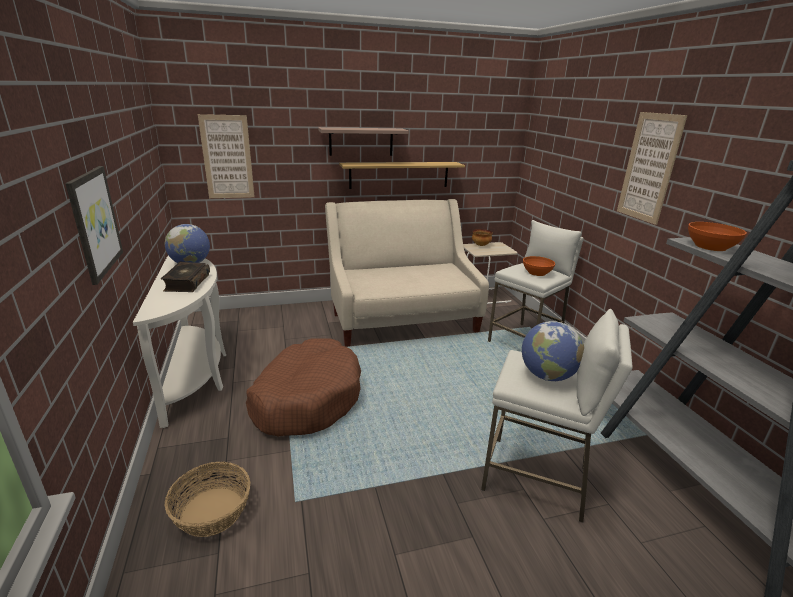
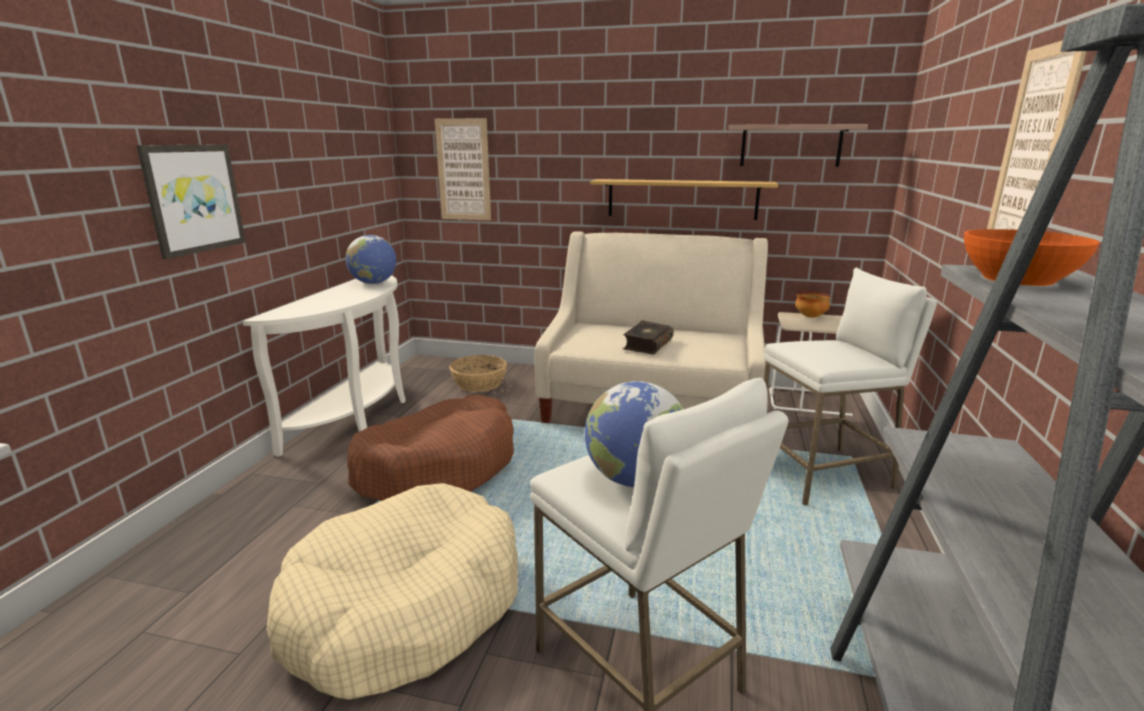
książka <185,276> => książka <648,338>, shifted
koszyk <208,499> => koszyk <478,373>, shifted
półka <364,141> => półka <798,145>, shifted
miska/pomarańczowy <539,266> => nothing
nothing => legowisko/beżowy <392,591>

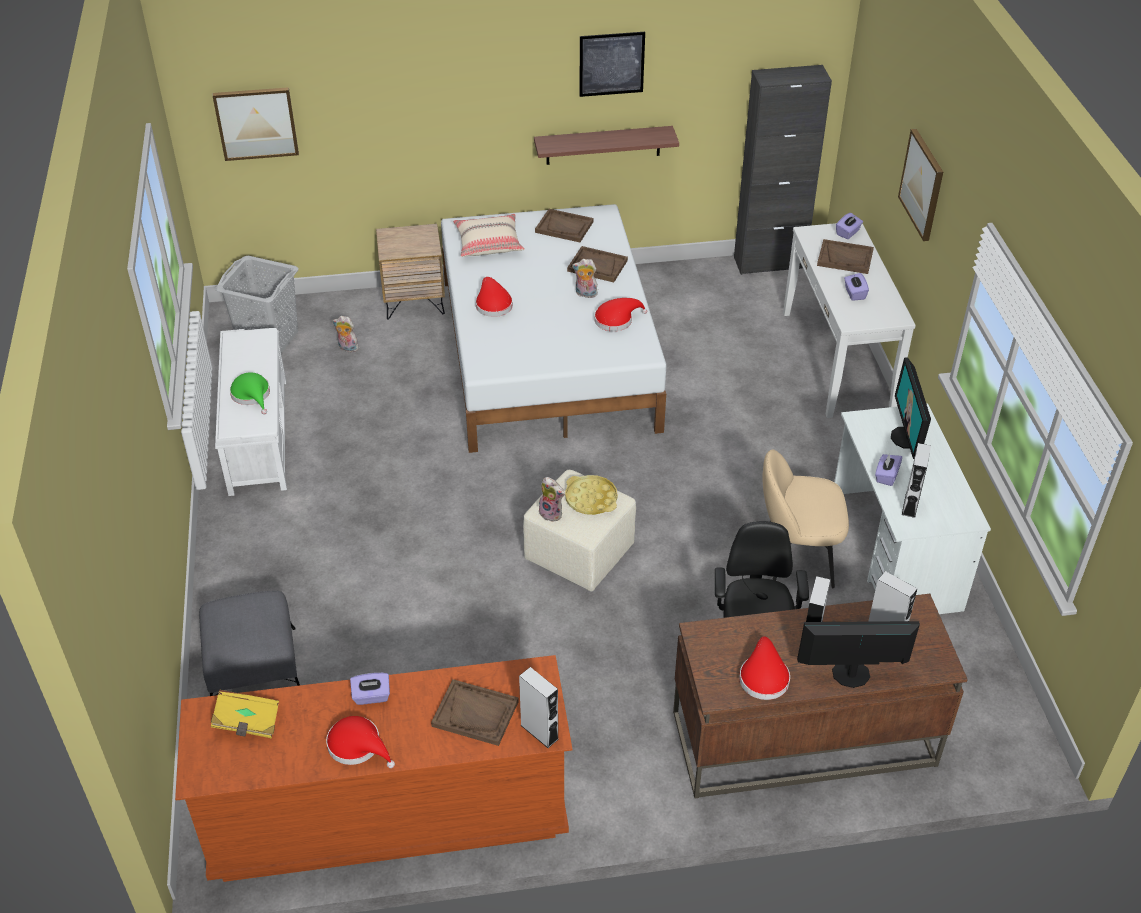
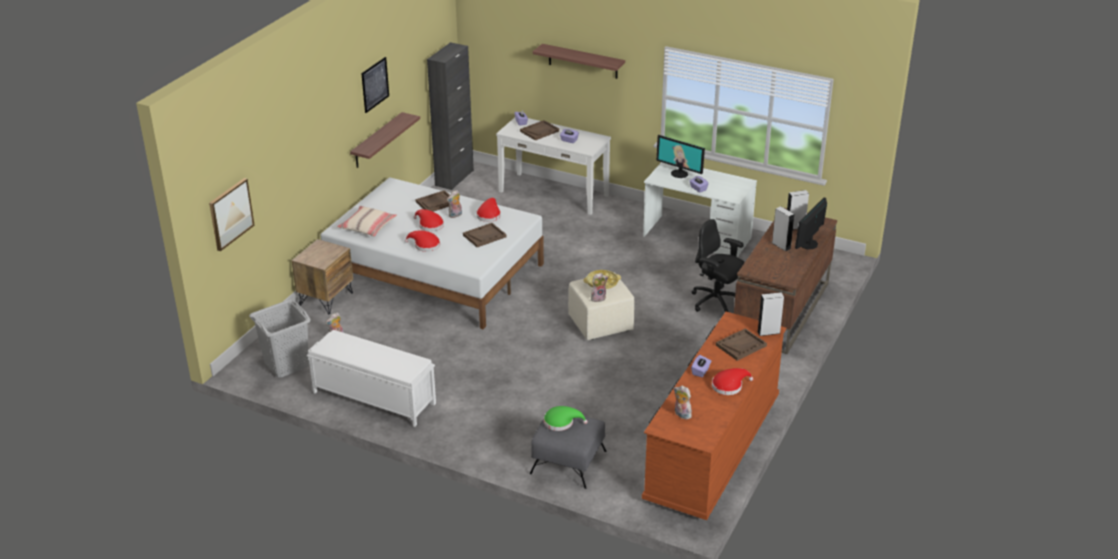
książka/żółty <245,713> => pluszak <683,402>
kapelusz/zielony <250,393> => kapelusz/zielony <565,418>, shifted
taca/brązowy <564,225> => taca/brązowy <484,235>, shifted
kapelusz/czerwony <764,668> => kapelusz/czerwony <428,220>, shifted
krzesło/beżowy <805,518> => nothing
obraz <920,185> => półka <579,61>
głośnik/szary <916,480> => nothing

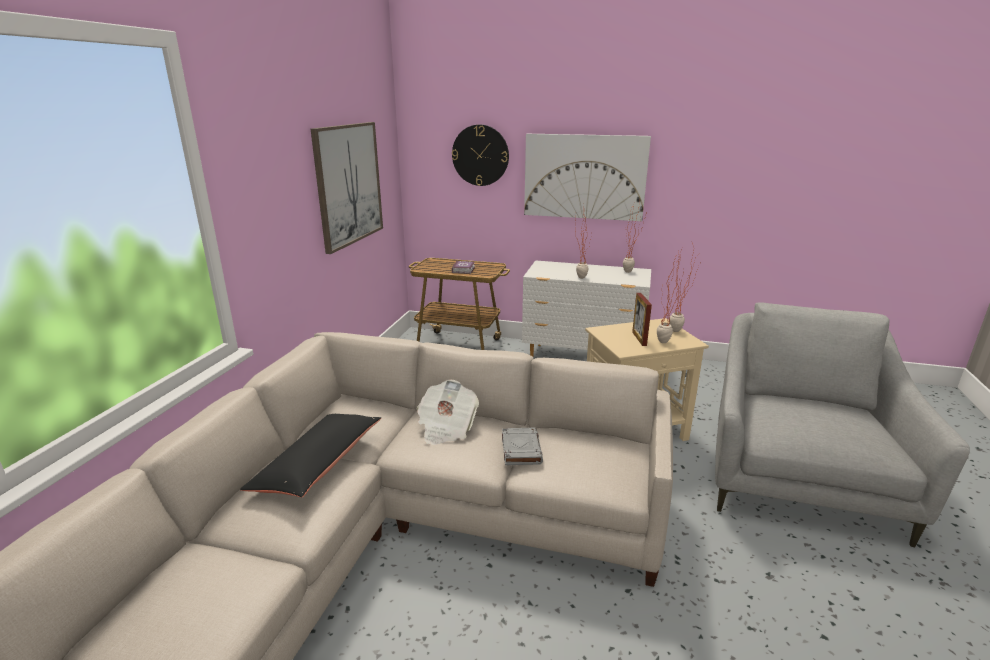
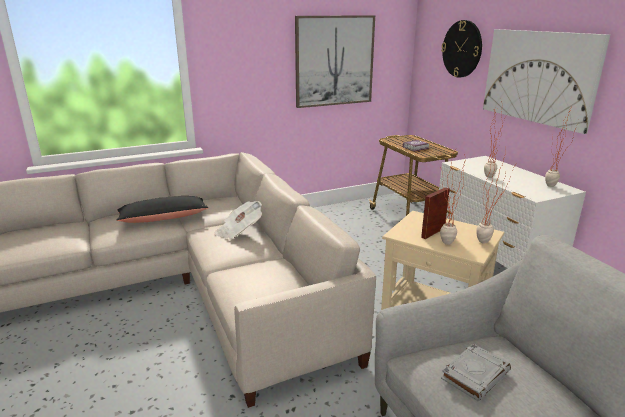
książka/szary <522,446> => książka/szary <476,372>, shifted

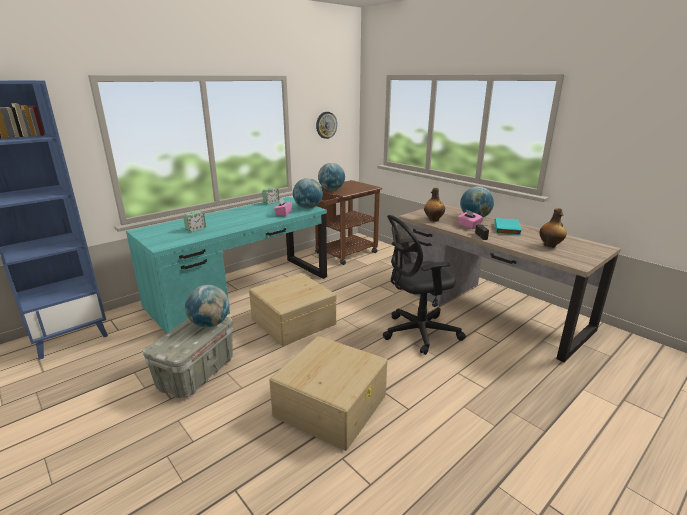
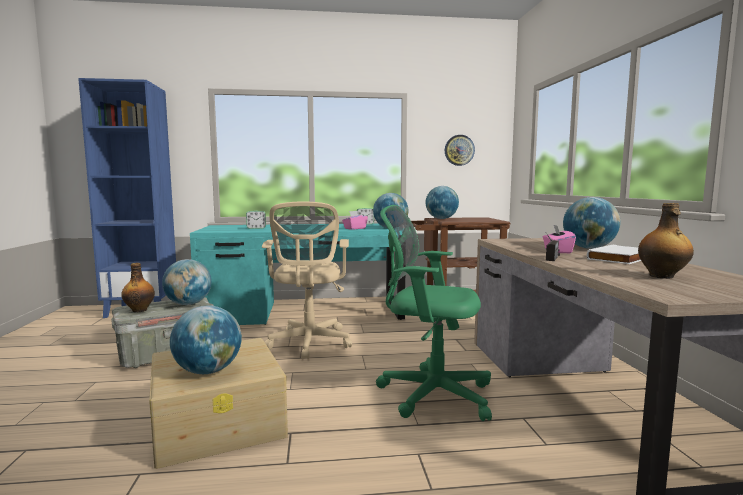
pojemnik do przechowywania/beżowy <293,309> => krzesło biurowe/beżowy <307,280>
krzesło biurowe/czarny <424,285> => krzesło biurowe/zielony <434,313>
butelka <434,205> => butelka <138,287>, shifted
książka/turkusowy <508,226> => książka/biały <614,254>
nothing => globus <206,339>

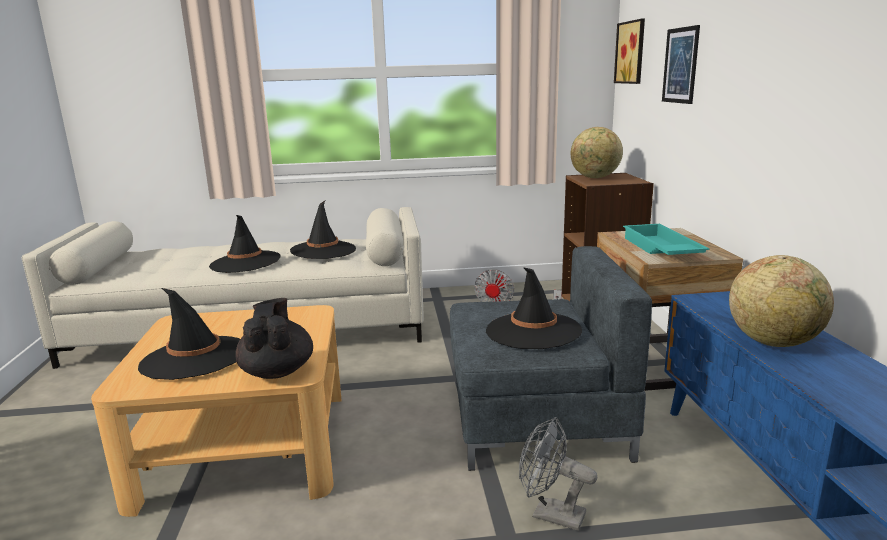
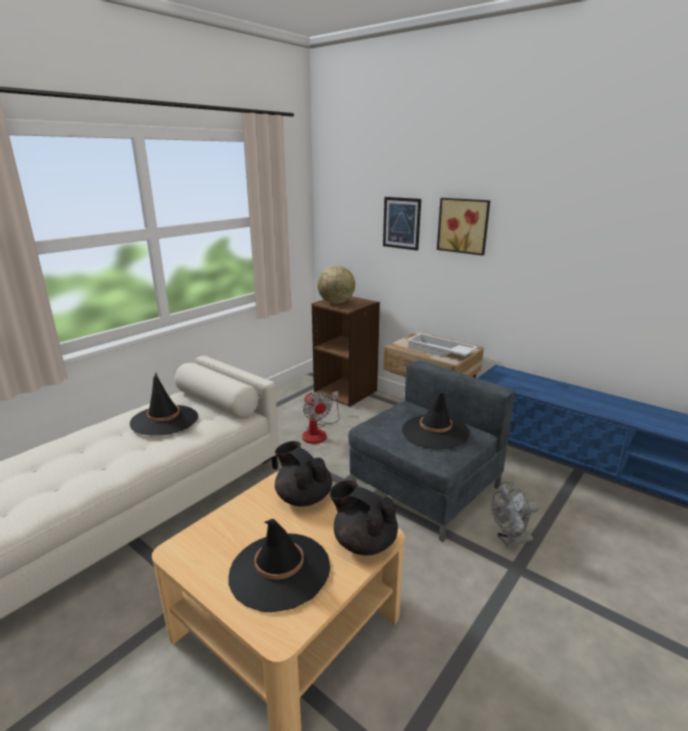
kapelusz/czarny <245,244> => nothing
obraz <629,51> => obraz <463,227>, shifted
taca/turkusowy <666,239> => taca/biały <442,345>
globus <781,301> => nothing
nothing => imbryk/czarny <303,474>

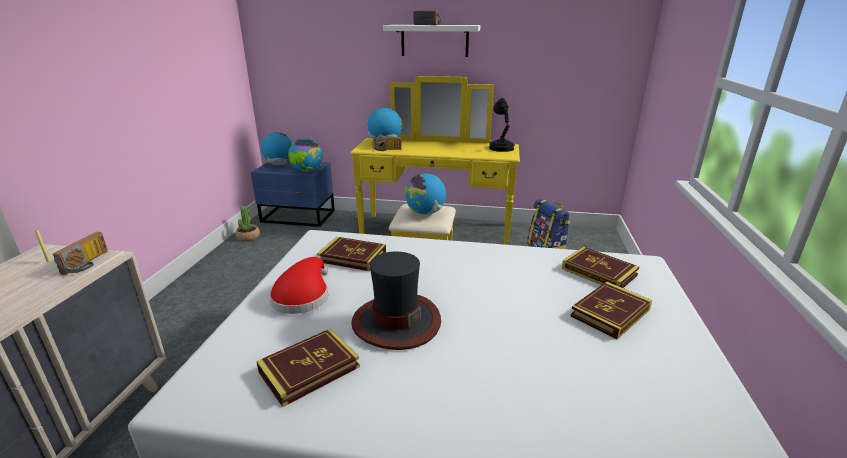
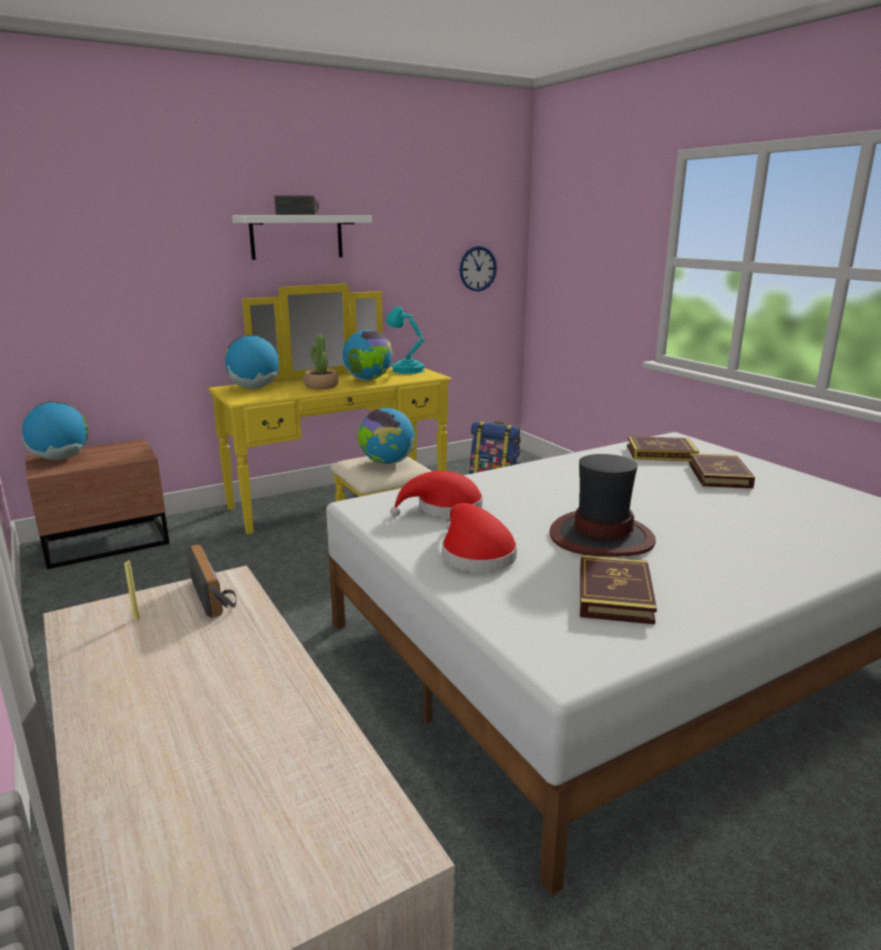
roślina doniczkowa <248,224> => roślina doniczkowa <321,362>, shifted
szafka nocna/niebieski <293,194> => szafka nocna/brązowy <97,504>
globus <305,155> => globus <368,355>, shifted
książka <351,254> => kapelusz/czerwony <436,494>
radio <387,144> => nothing
lampa stołowa/czarny <502,125> => lampa stołowa/turkusowy <405,340>
nothing => zegar ścienny <478,268>

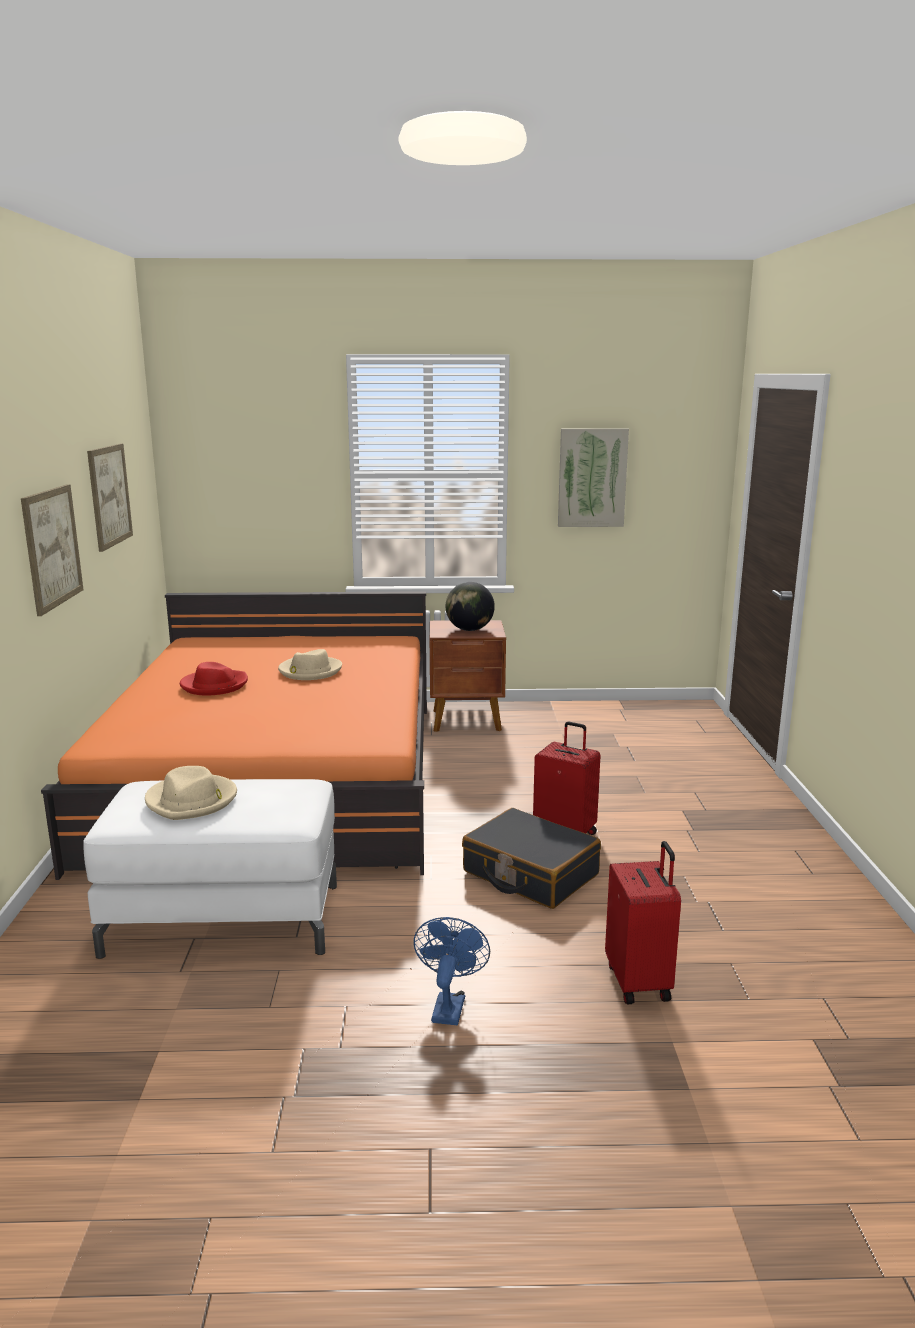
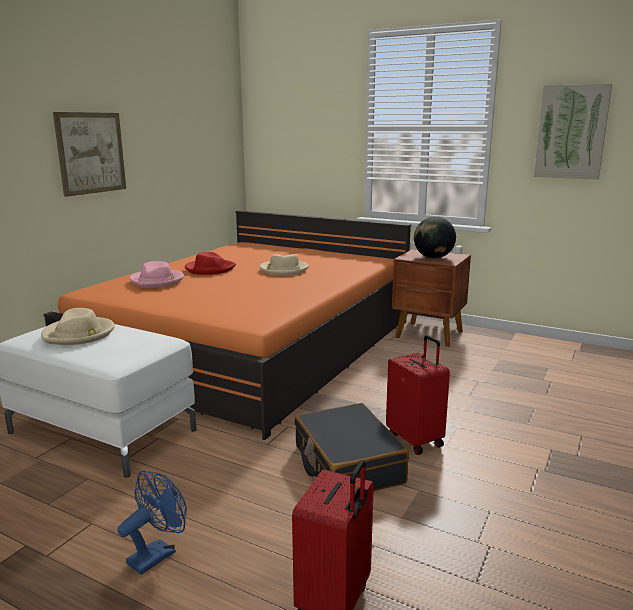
obraz <110,498> => nothing
nothing => kapelusz/różowy <157,274>

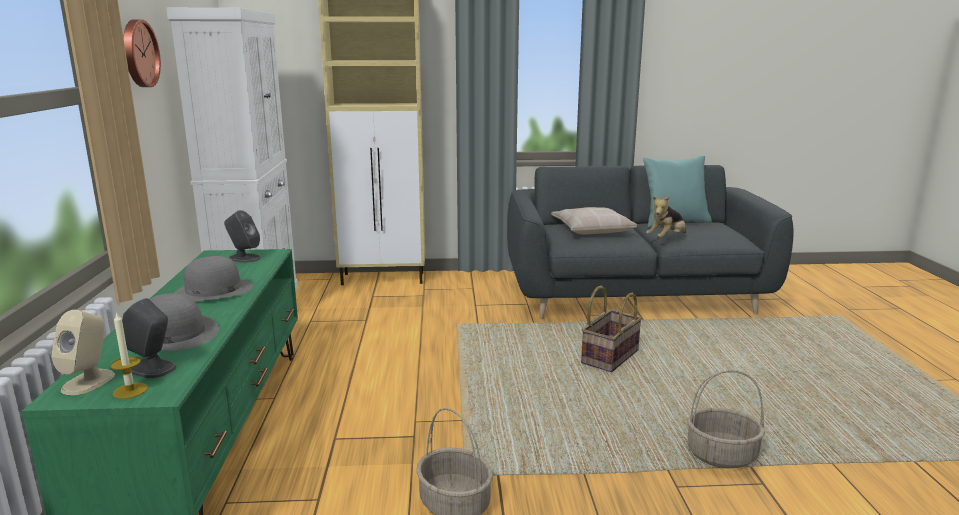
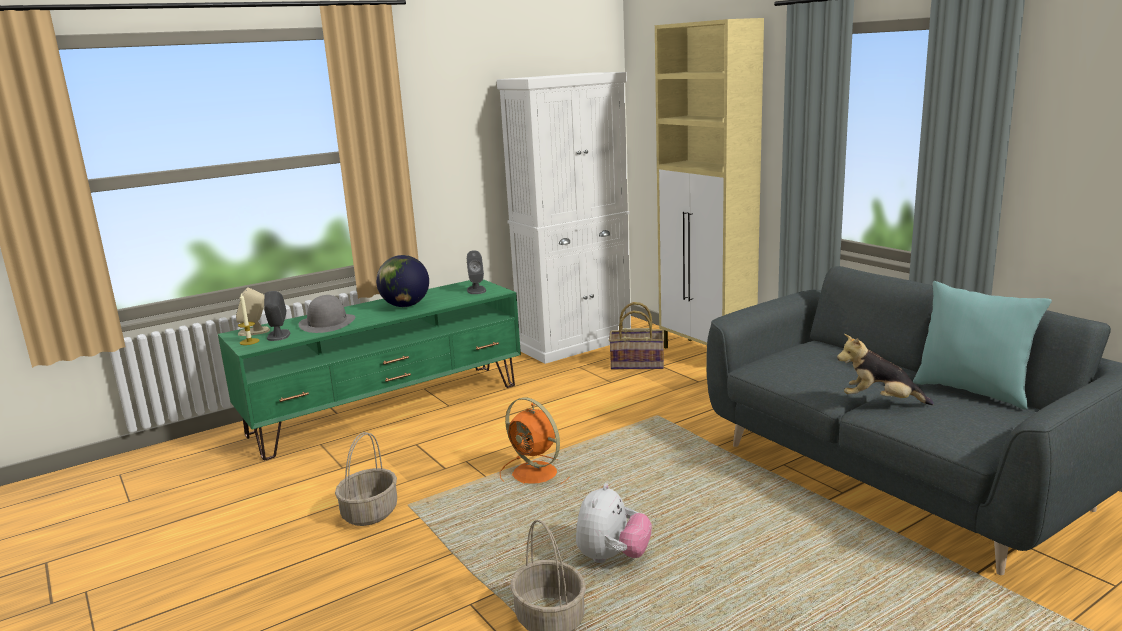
zegar ścienny <142,53> => nothing
kapelusz/szary <213,278> => globus <402,281>
poduszka/beżowy <594,220> => nothing
koszyk <611,328> => koszyk <636,335>, shifted
nothing => wentylator/pomarańczowy <534,440>
nothing => pluszak <614,523>

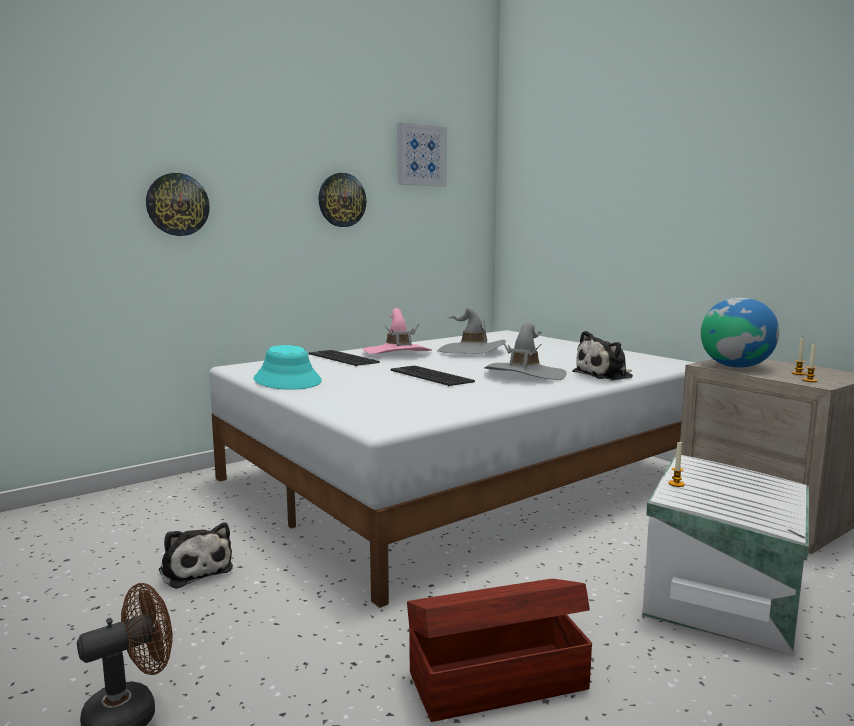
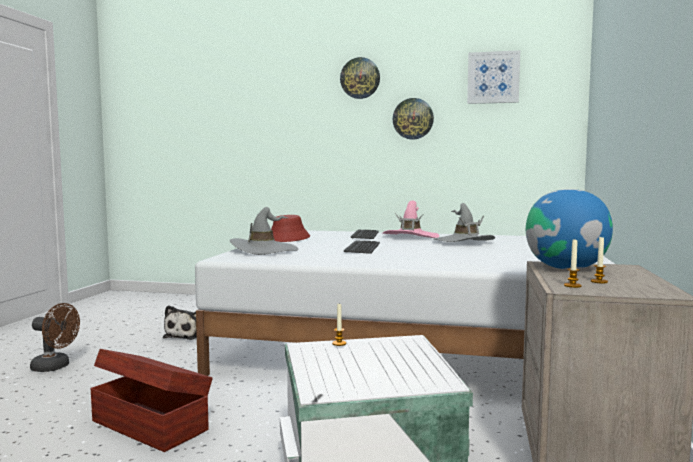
zegar ścienny <178,204> => zegar ścienny <360,78>, shifted
kapelusz/turkusowy <288,367> => kapelusz/czerwony <290,228>
kapelusz/szary <525,351> => kapelusz/szary <264,231>, shifted
pluszak <602,355> => nothing

